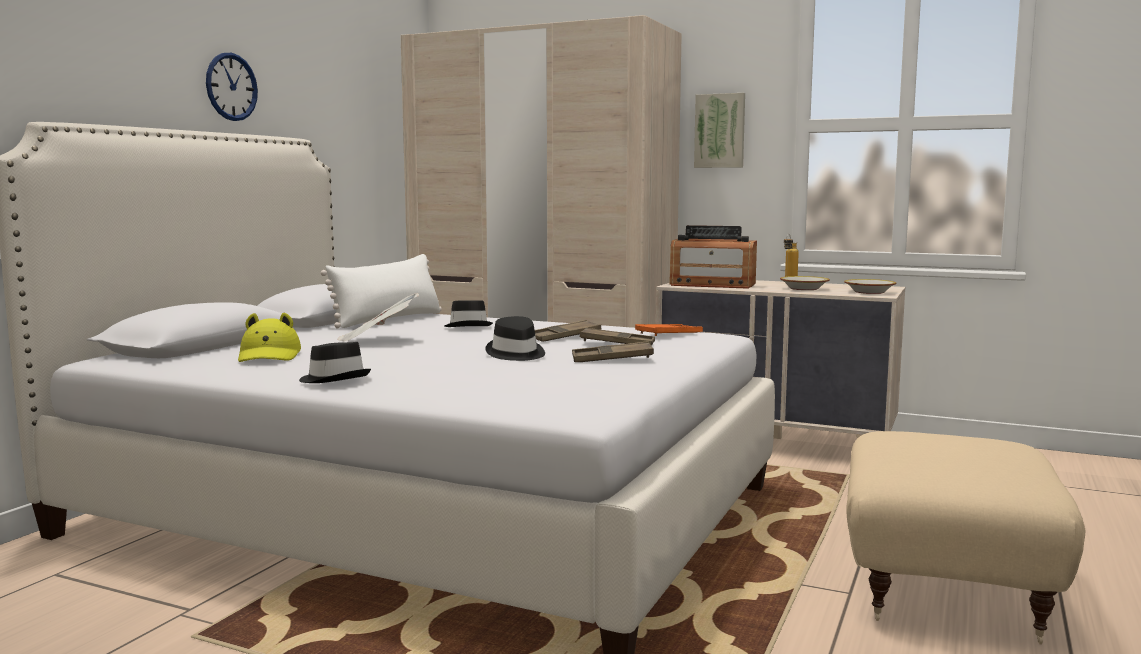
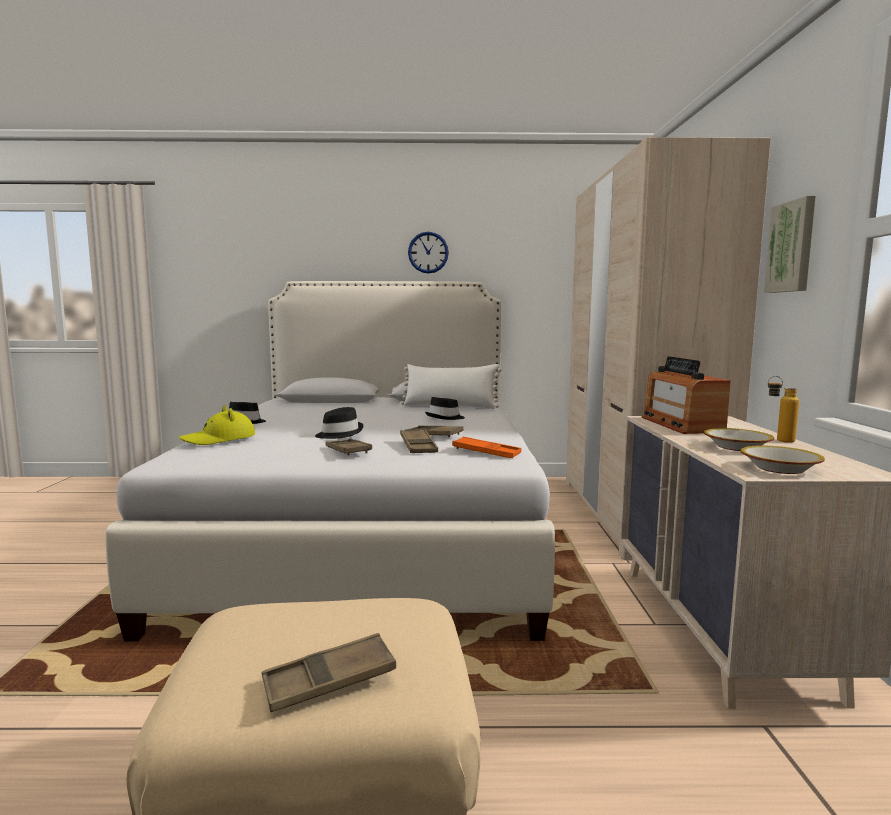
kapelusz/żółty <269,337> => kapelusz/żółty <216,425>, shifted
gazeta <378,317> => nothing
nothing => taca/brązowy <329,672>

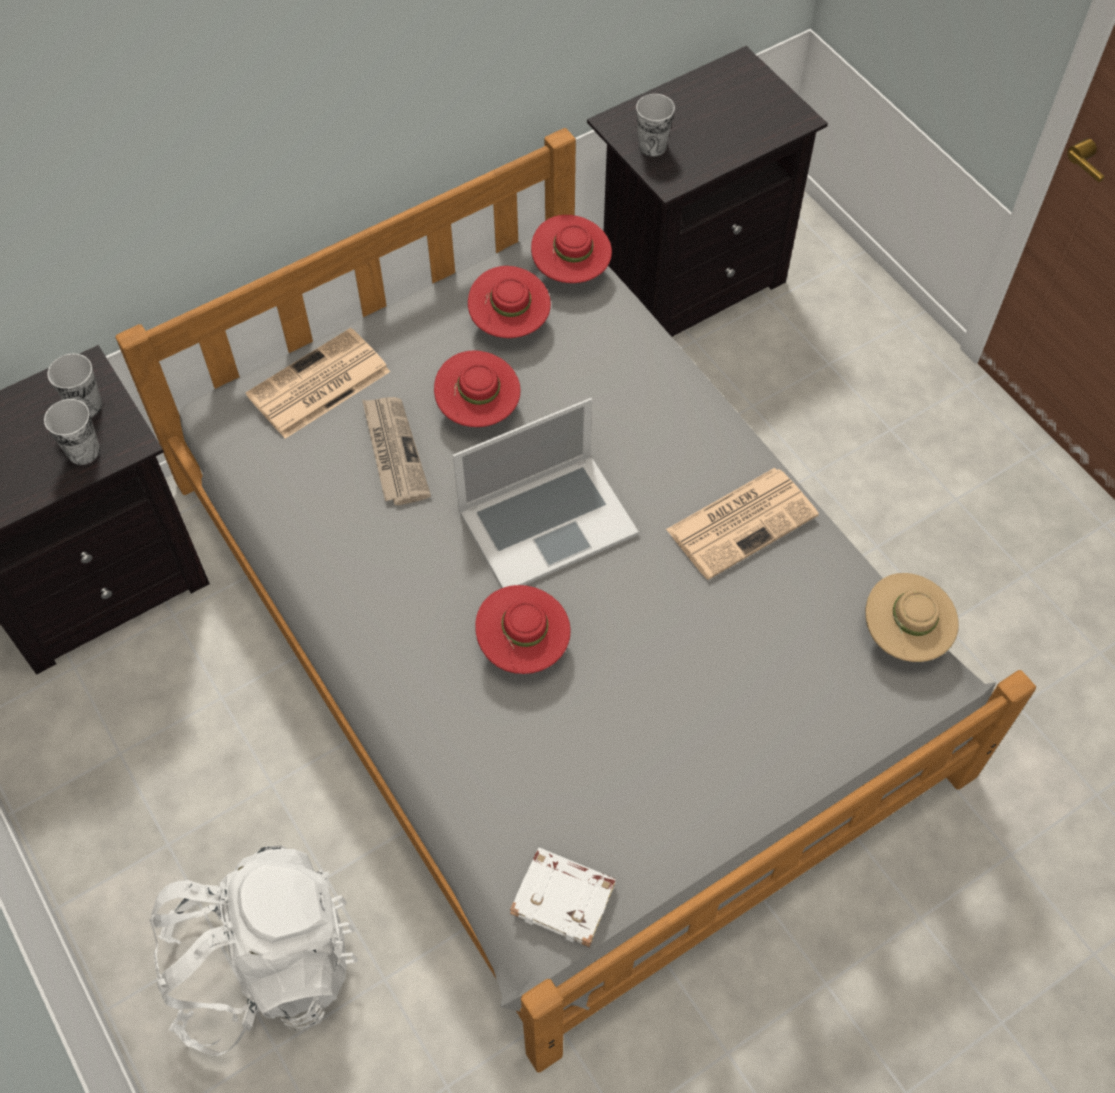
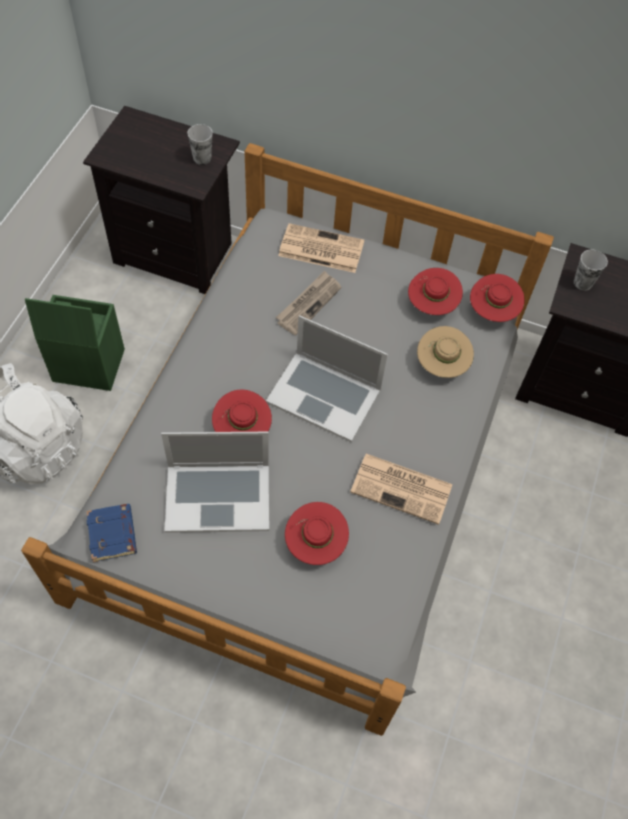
filiżanka <72,432> => nothing
kapelusz/czerwony <477,389> => kapelusz/czerwony <317,533>, shifted
książka/biały <563,897> => książka/niebieski <111,533>
kapelusz/beżowy <912,617> => kapelusz/beżowy <445,352>, shifted
nothing => pojemnik do przechowywania/zielony <75,343>
nothing => laptop <215,482>

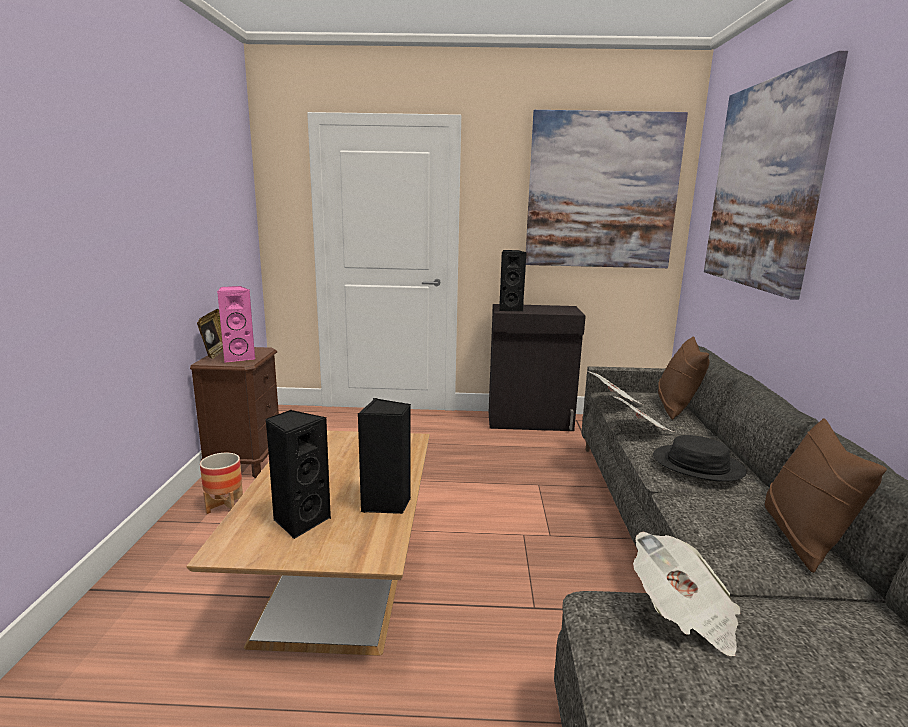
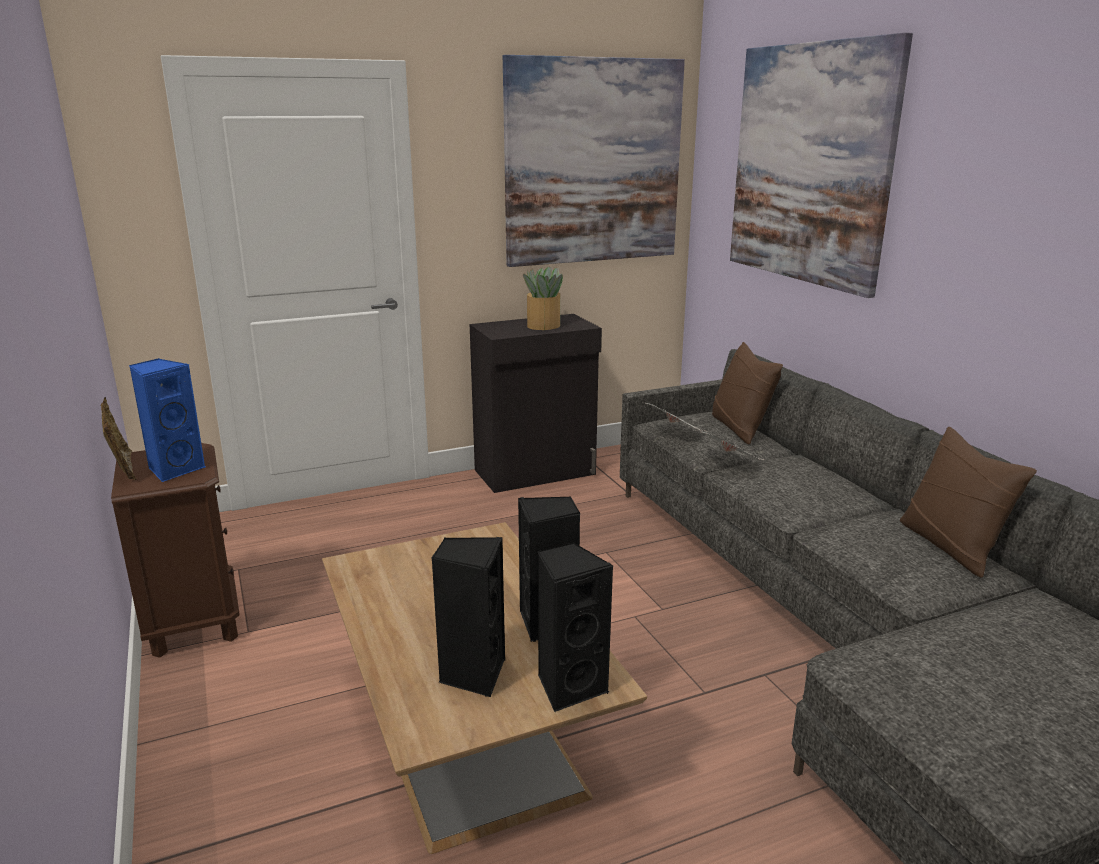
donica <221,483> => nothing
głośnik/różowy <236,324> => głośnik/niebieski <167,420>
głośnik/czarny <513,280> => głośnik/czarny <575,627>, shifted
gazeta <686,594> => nothing
kapelusz/czarny <699,458> => nothing
nothing => roślina doniczkowa <543,298>

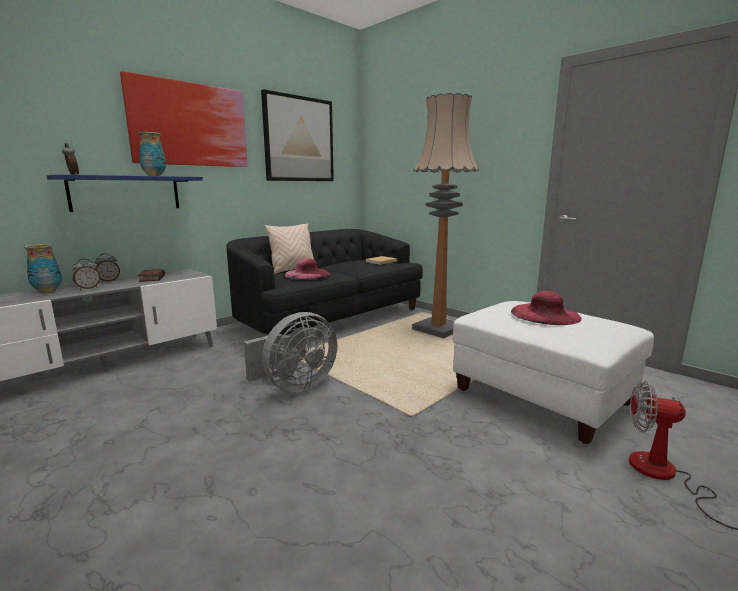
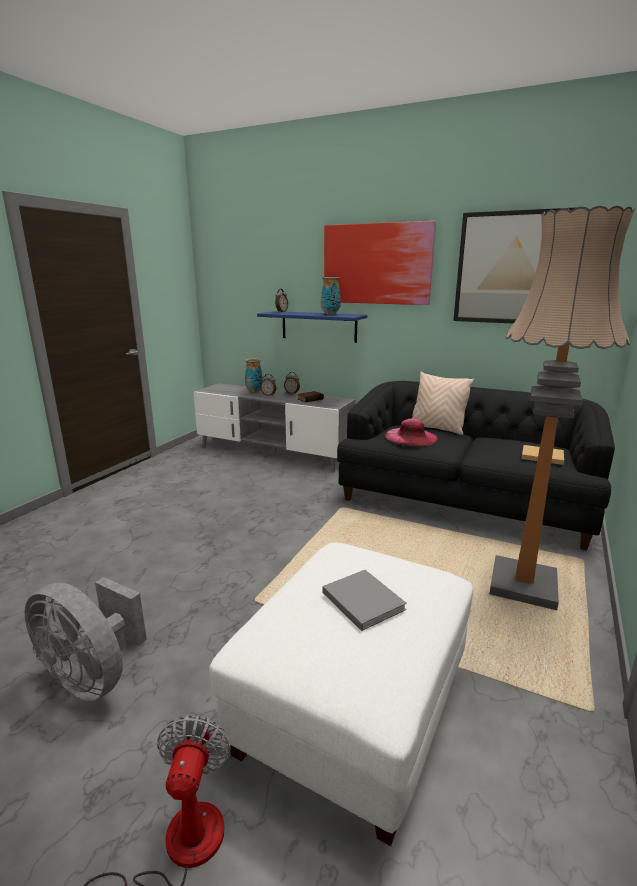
wentylator/szary <290,352> => wentylator/szary <86,639>, shifted
kapelusz/czerwony <546,308> => książka/szary <365,600>

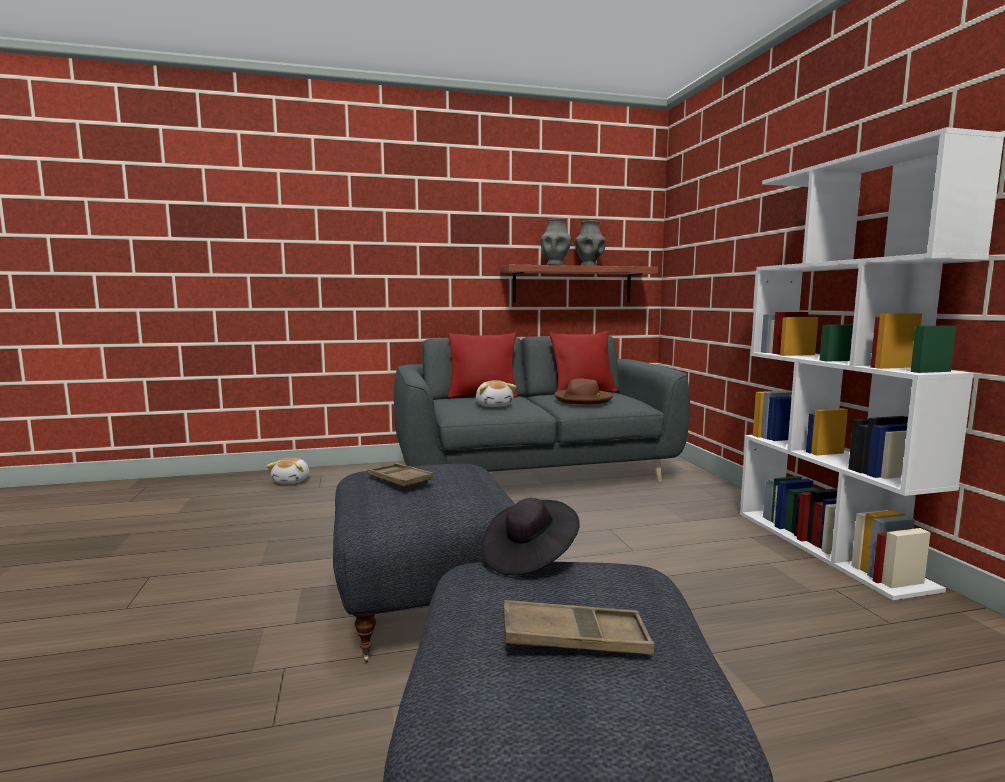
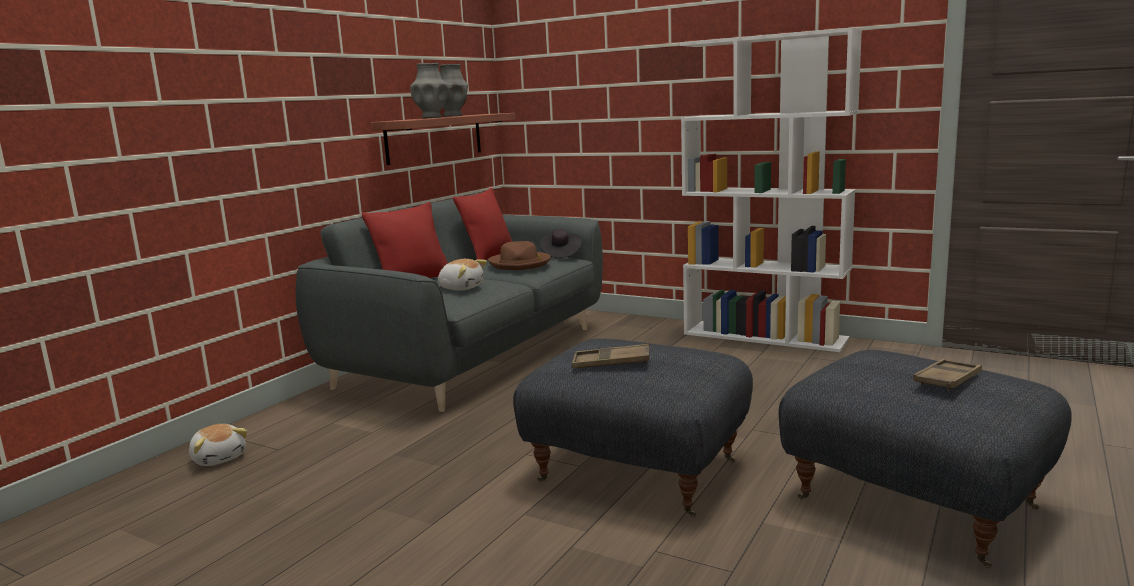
kapelusz/czarny <530,536> => kapelusz/czarny <560,243>, shifted

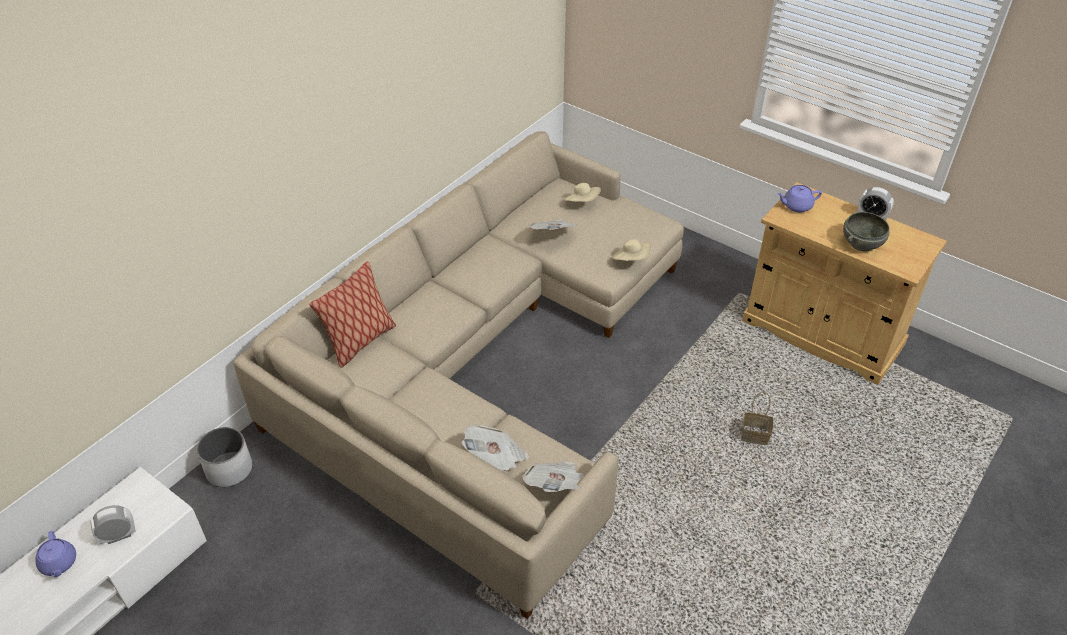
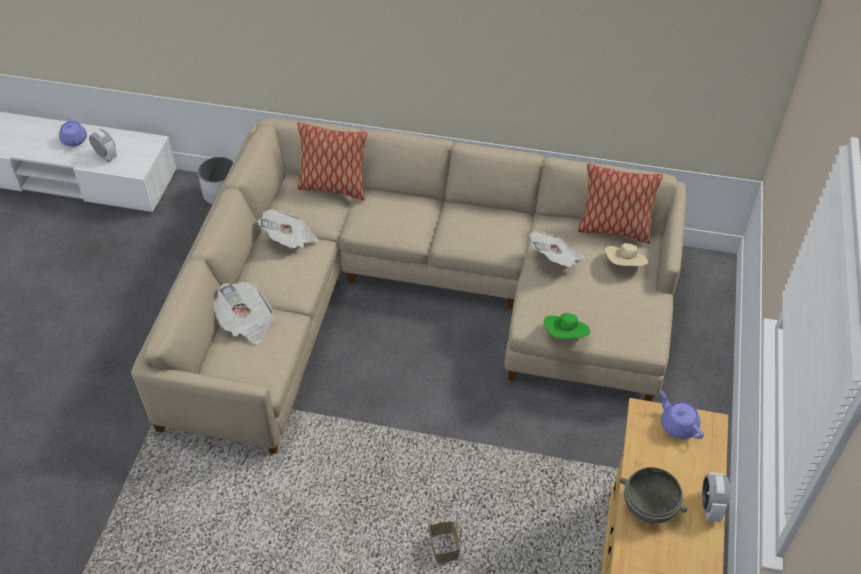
imbryk/fioletowy <55,554> => imbryk/fioletowy <73,132>, 60 degrees counterclockwise
gazeta <553,476> => gazeta <288,229>, shifted
kapelusz/beżowy <632,250> => kapelusz/zielony <567,326>
nothing => poduszka <620,203>

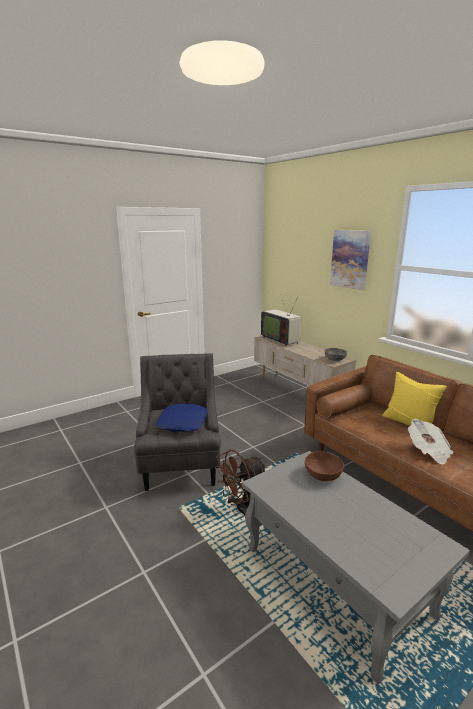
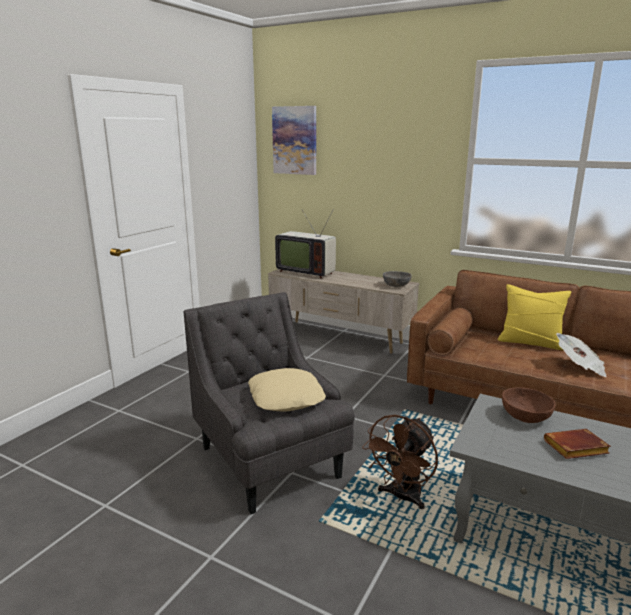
poduszka/niebieski <182,417> => poduszka/beżowy <287,390>
obraz <350,260> => obraz <294,140>, shifted
nothing => książka/brązowy <577,444>

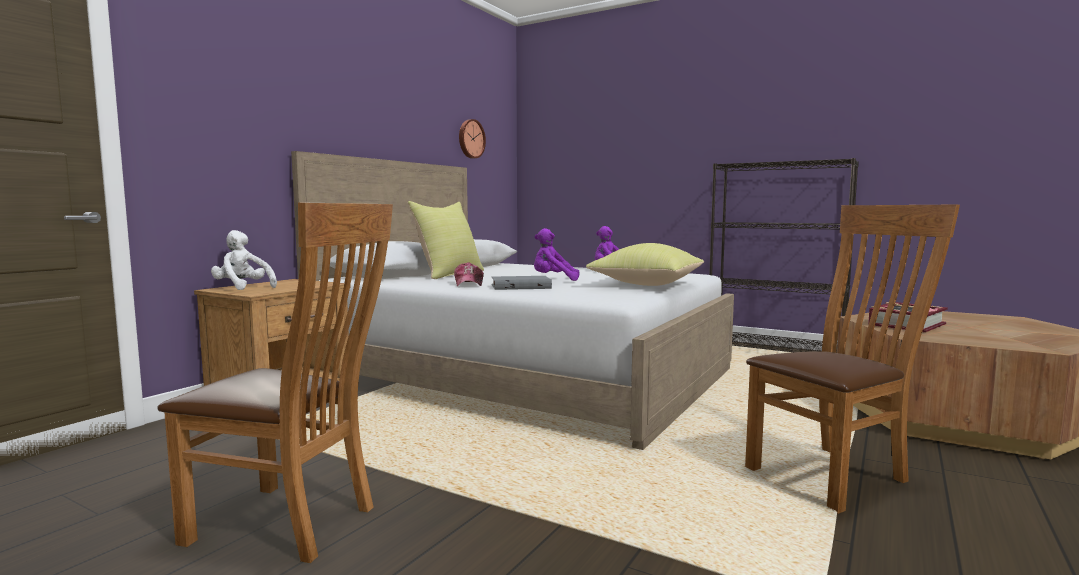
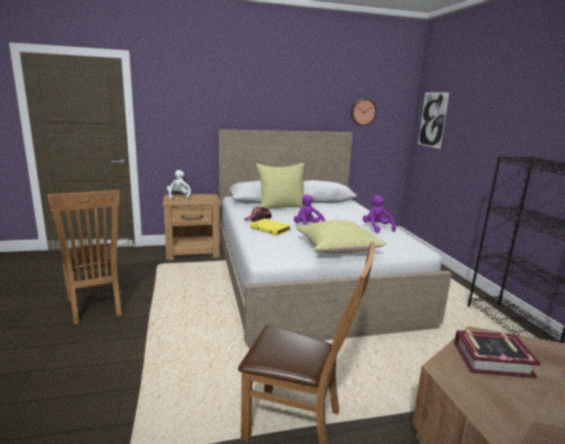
książka/szary <522,283> => książka/żółty <270,227>
nothing => obraz <433,120>

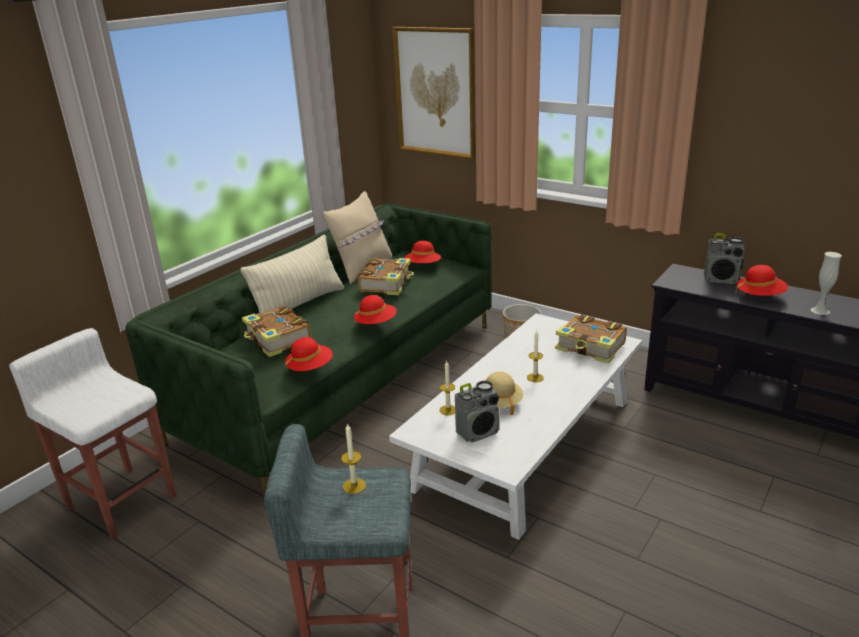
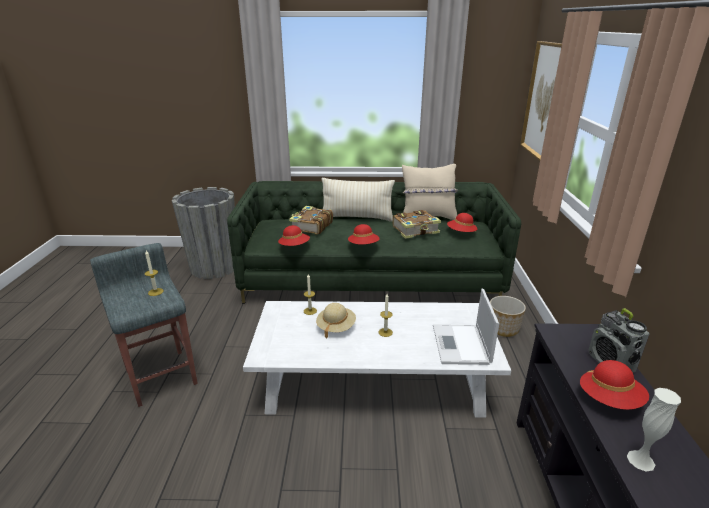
stołek/biały <92,433> => donica/szary <203,233>
radio <477,411> => nothing
książka <591,339> => laptop <466,327>

